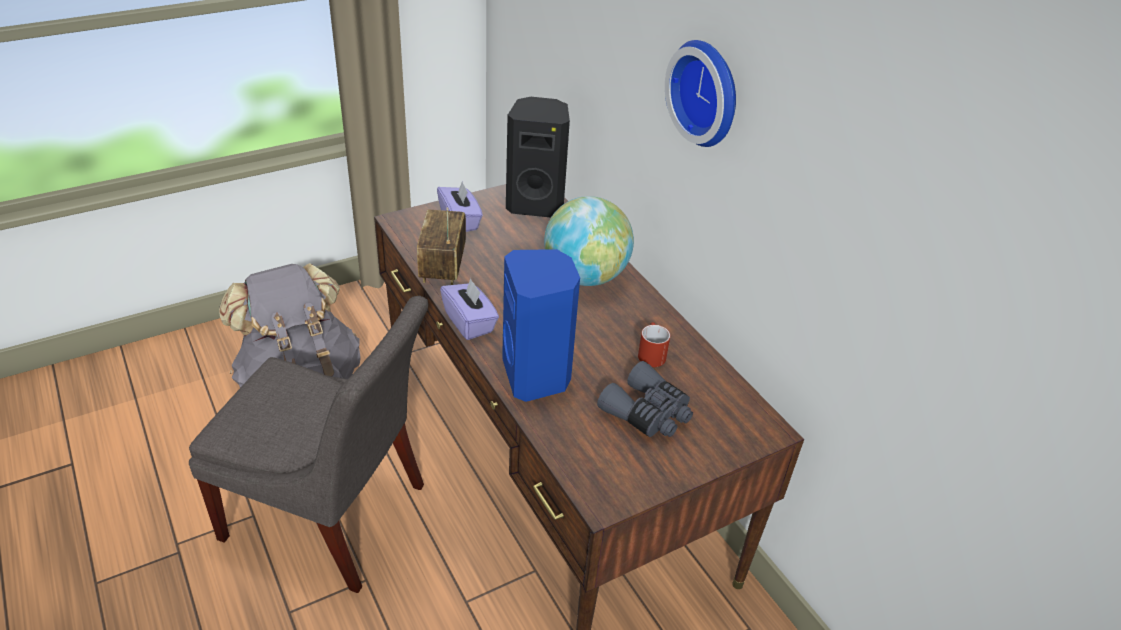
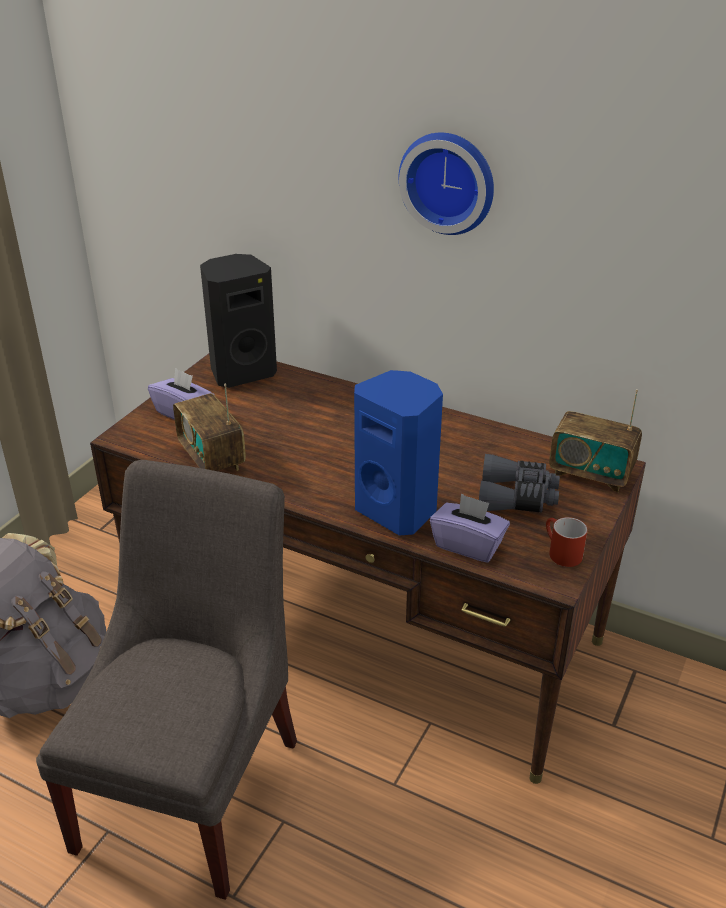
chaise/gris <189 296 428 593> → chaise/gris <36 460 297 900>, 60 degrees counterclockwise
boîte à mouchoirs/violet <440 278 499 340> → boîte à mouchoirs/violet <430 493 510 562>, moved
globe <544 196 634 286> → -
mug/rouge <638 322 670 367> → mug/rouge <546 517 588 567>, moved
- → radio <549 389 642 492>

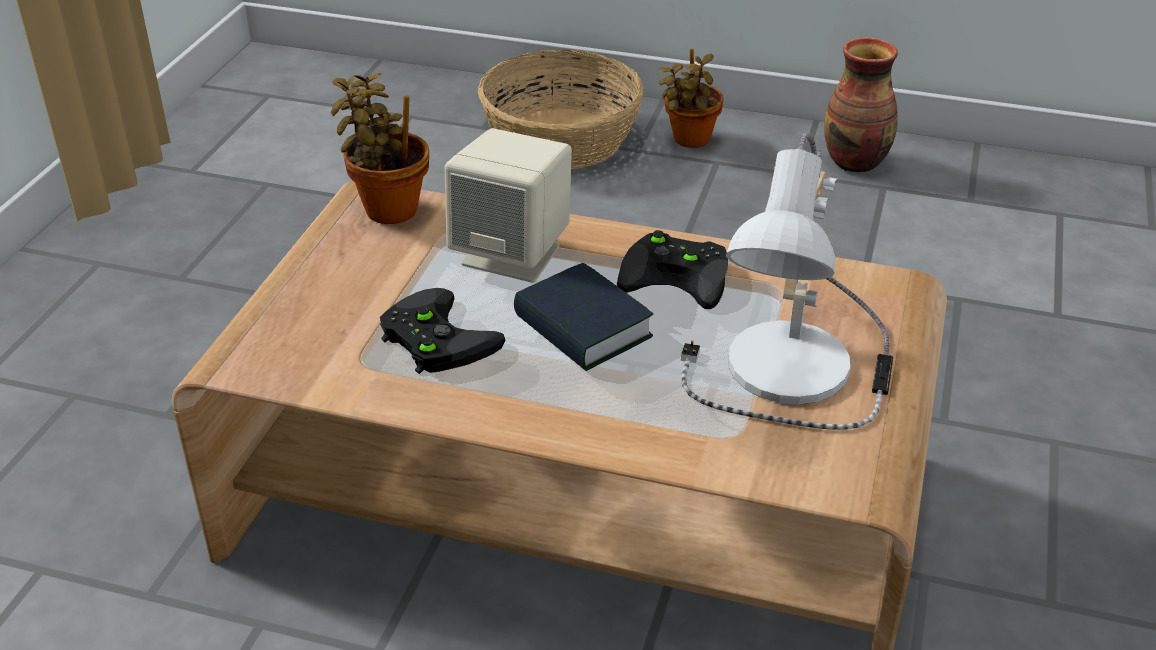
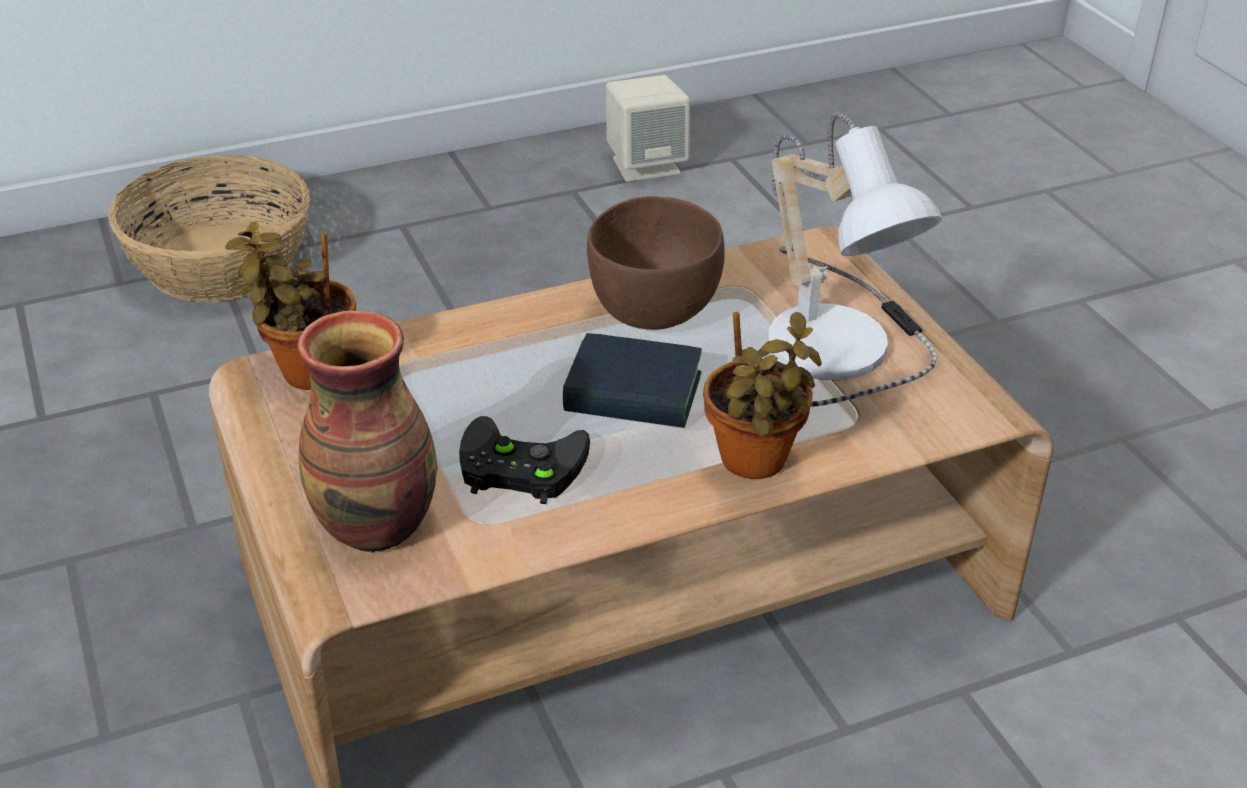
enceinte/beige <445 128 572 283> → enceinte/beige <606 75 690 182>, moved
manette/noir <617 230 728 309> → bol/marron <587 196 725 330>
plante en pot <659 48 723 148> → plante en pot <703 311 822 479>, moved
vase <824 37 898 172> → vase <298 311 437 553>, moved

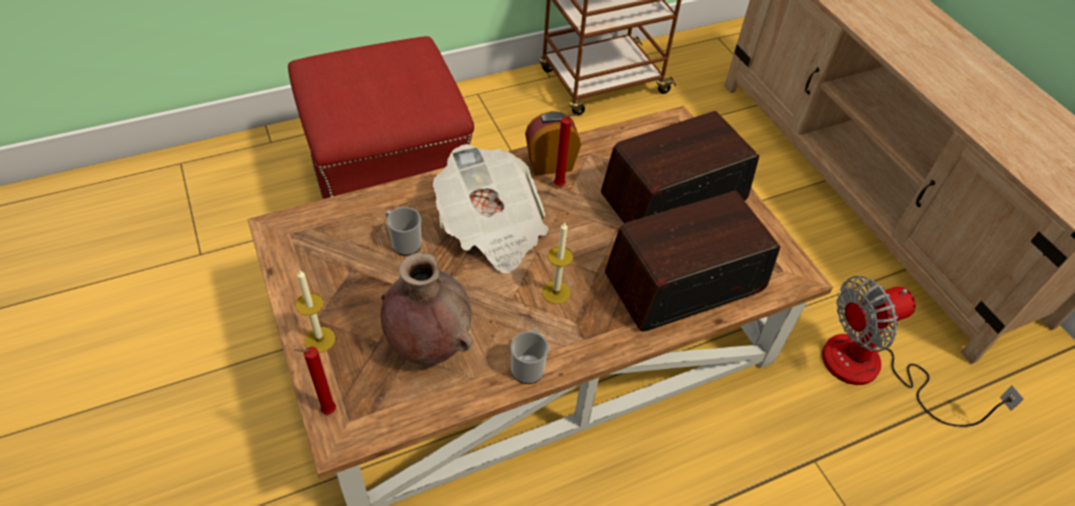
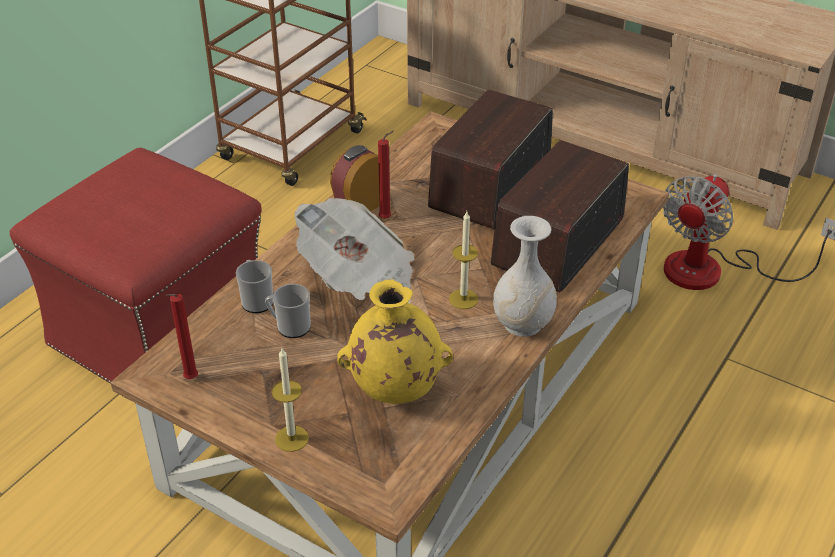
bougie/rouge <294 347 336 414> → bougie/rouge <166 294 198 379>, moved
vase/marron <381 252 473 365> → vase/jaune <337 279 453 404>
mug <511 328 549 384> → mug <236 260 273 313>, moved
- → vase/blanc <493 216 557 337>

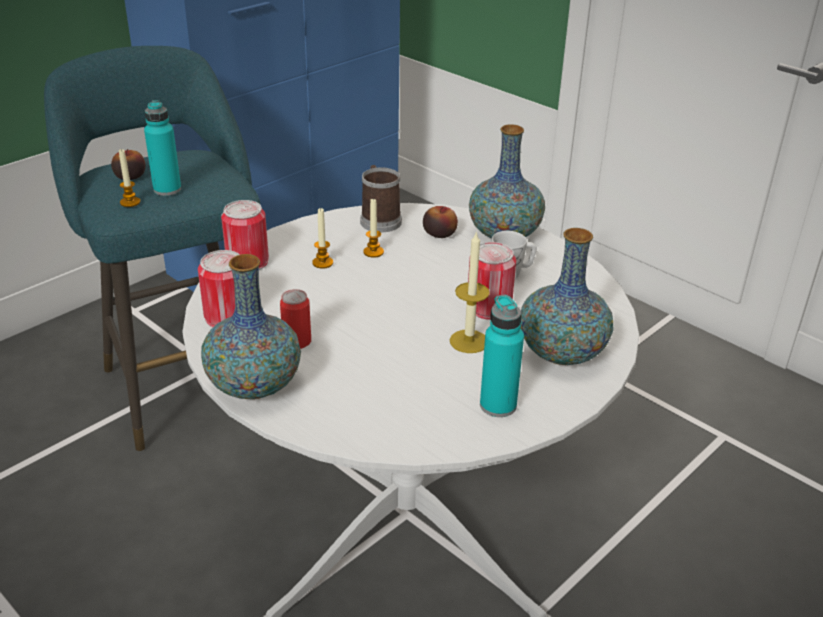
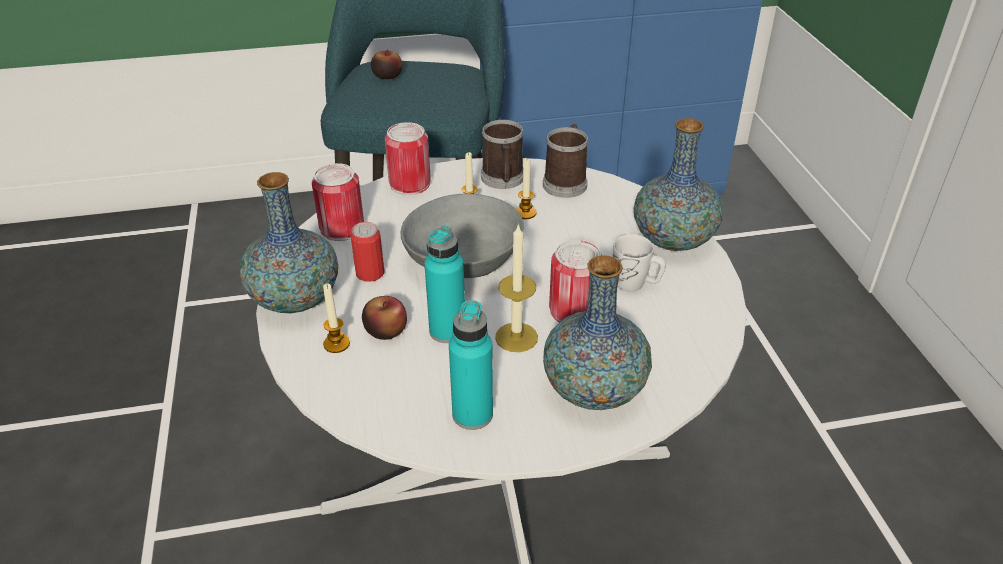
bougie <119 149 140 207> → bougie <323 283 350 353>, moved
bouteille/turquoise <144 100 181 196> → bouteille/turquoise <424 226 465 343>, moved
pomme <423 206 458 238> → pomme <362 296 407 340>, moved
- → bol/gris <400 194 524 278>
- → mug <481 120 523 189>

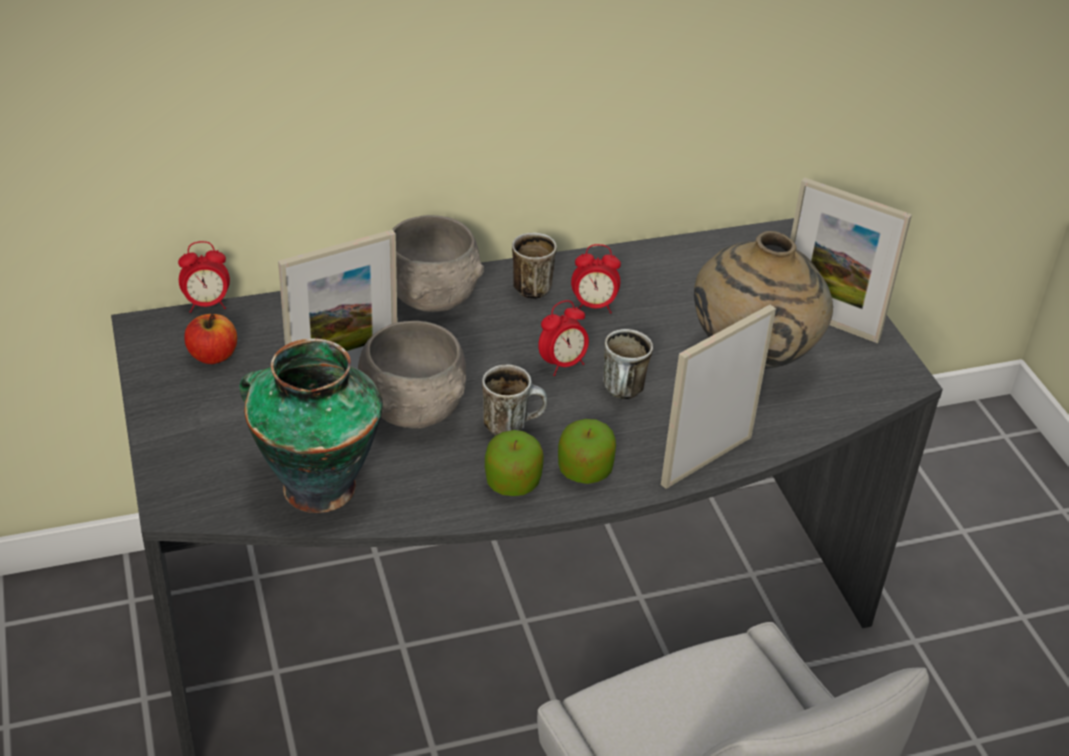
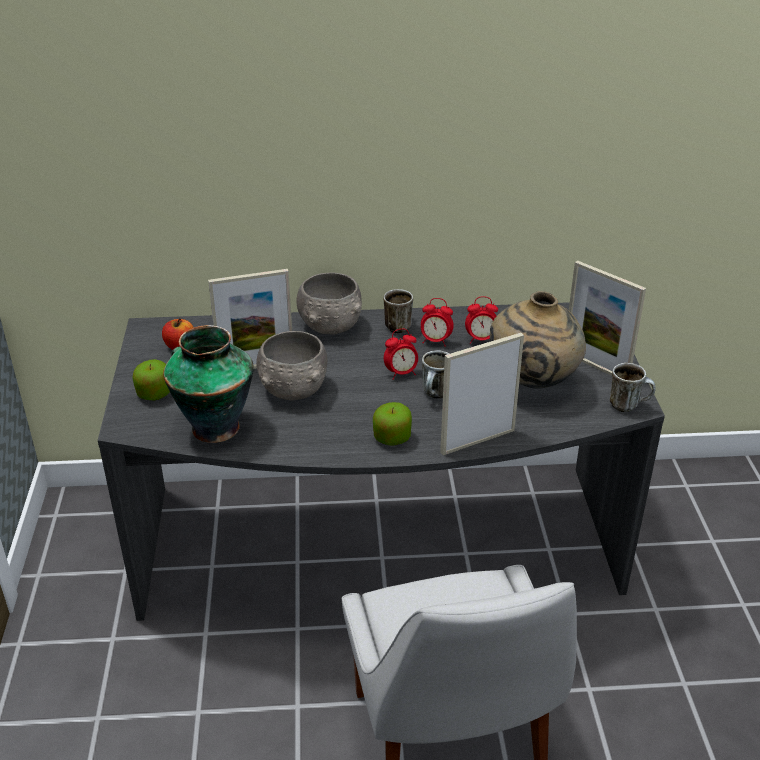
réveil <178 241 230 313> → réveil <465 296 498 344>, moved
mug <482 364 547 436> → mug <610 363 656 412>, moved
pomme <485 430 544 496> → pomme <132 359 170 400>, moved

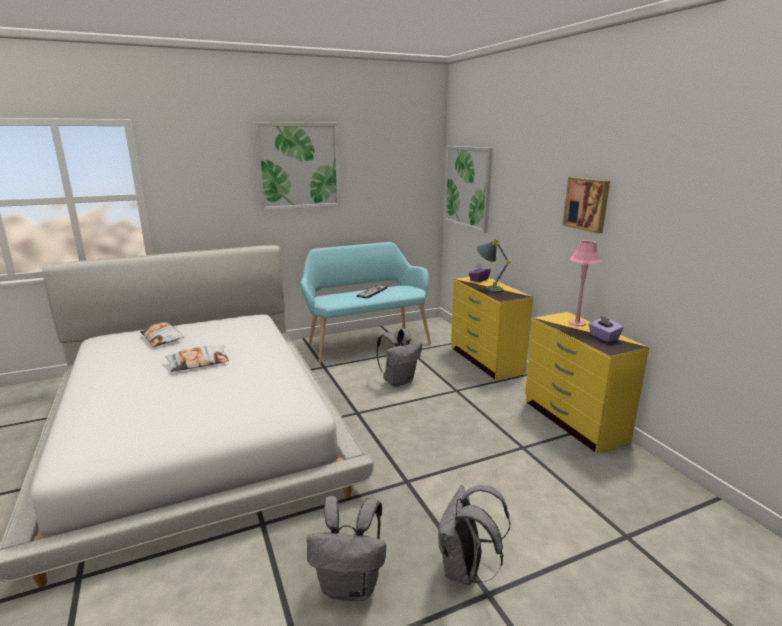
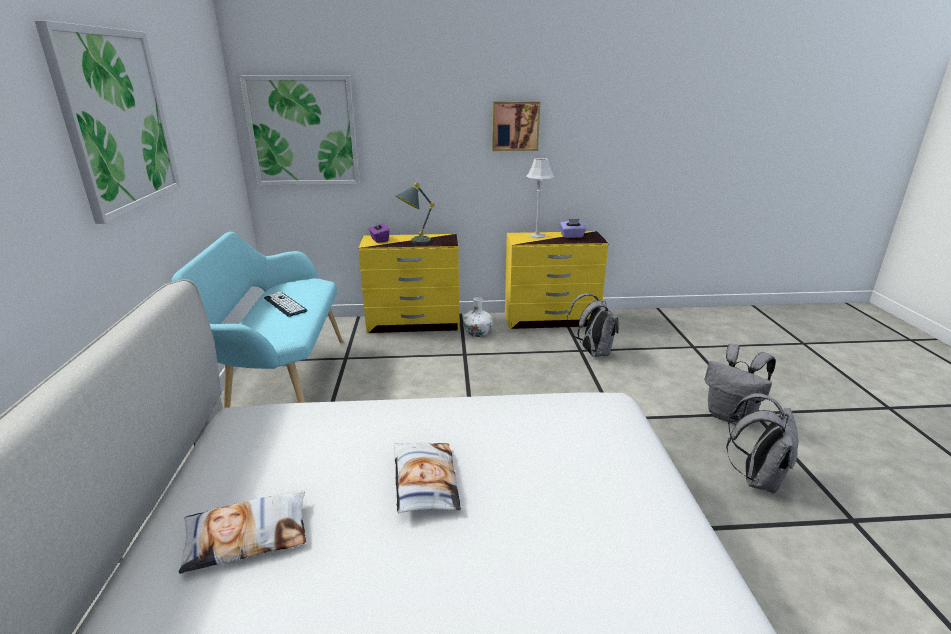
sac à dos/gris <376 329 422 387> → sac à dos/gris <567 293 619 357>, moved
lampe de table/rose <568 240 602 327> → lampe de table/gris <527 158 555 238>
- → vase/blanc <463 297 493 337>

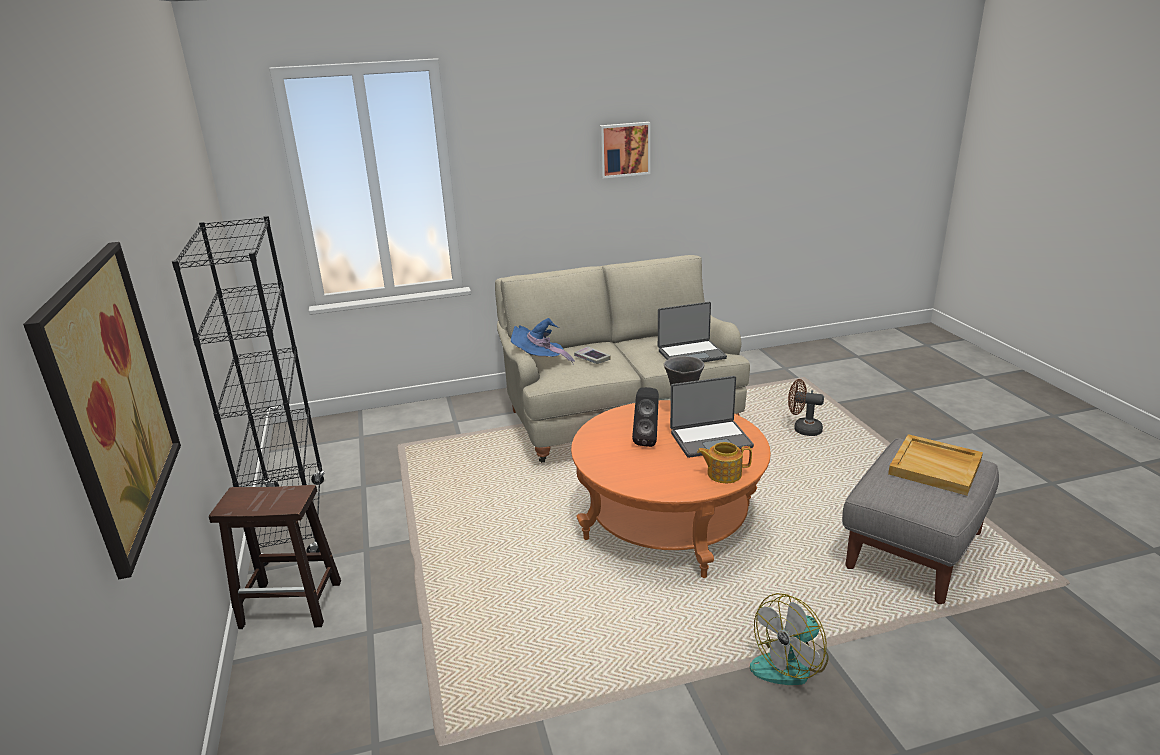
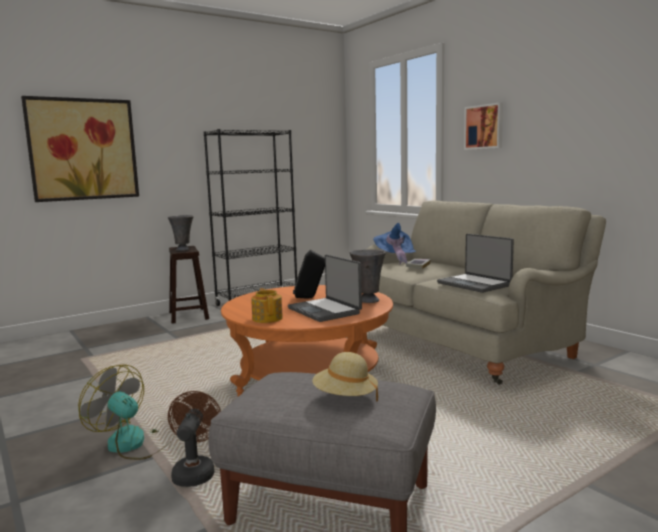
tableau <599 122 651 179> → tableau <464 102 503 150>, moved
ventilateur/marron <788 379 824 436> → ventilateur/marron <168 391 221 487>, moved
plateau/beige <888 434 983 496> → chapeau/beige <312 352 378 401>
- → vase/gris <168 215 194 251>

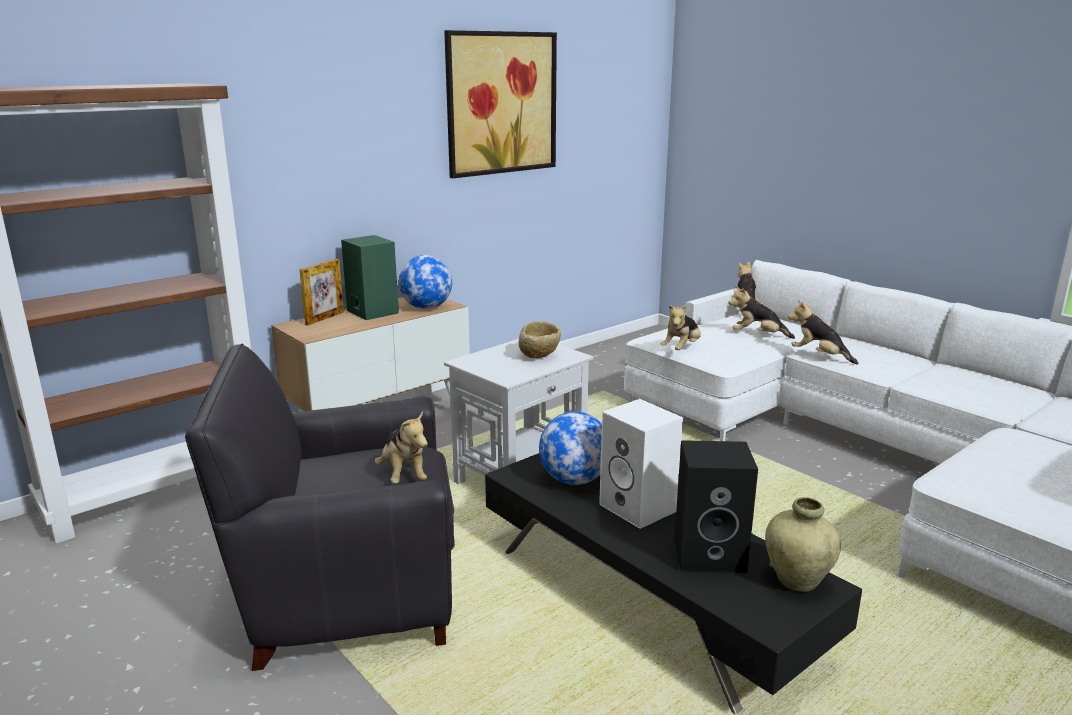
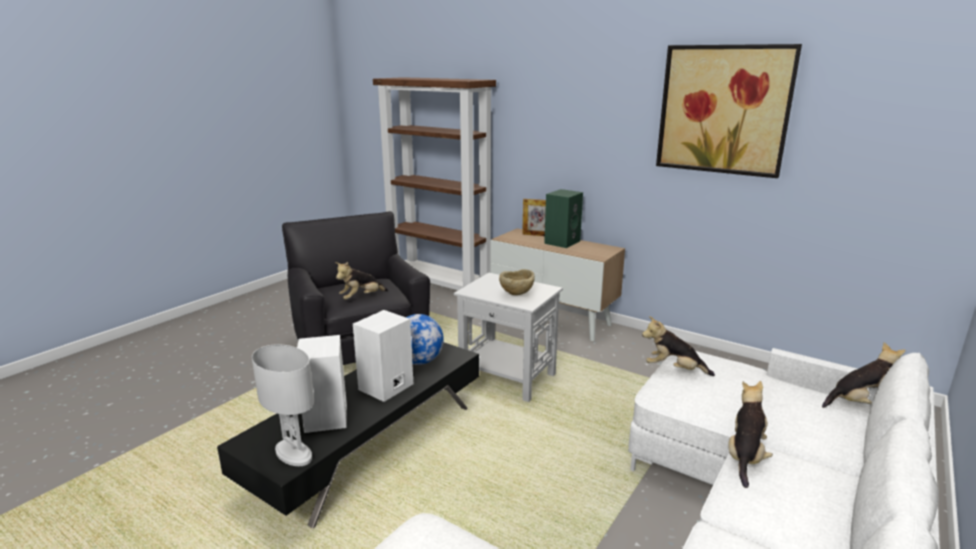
globe <399 255 452 309> → -
enceinte/noir <674 440 758 573> → enceinte/blanc <297 335 347 433>
peluche <728 286 795 339> → -
vase/beige <765 497 841 592> → lampe de table/blanc <252 344 314 466>

